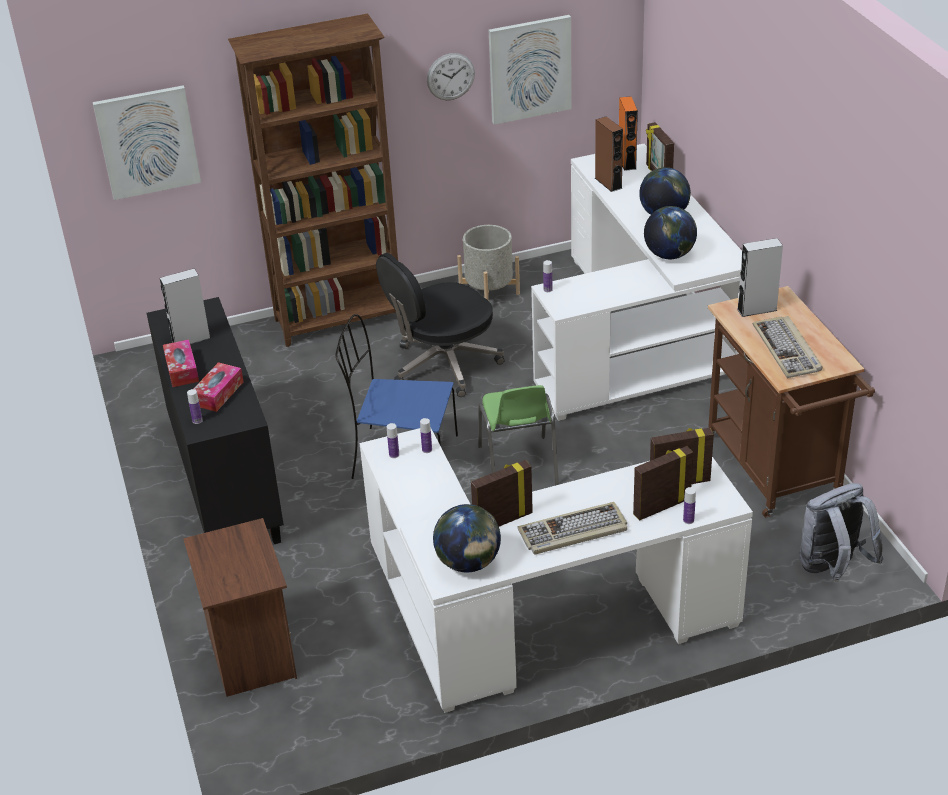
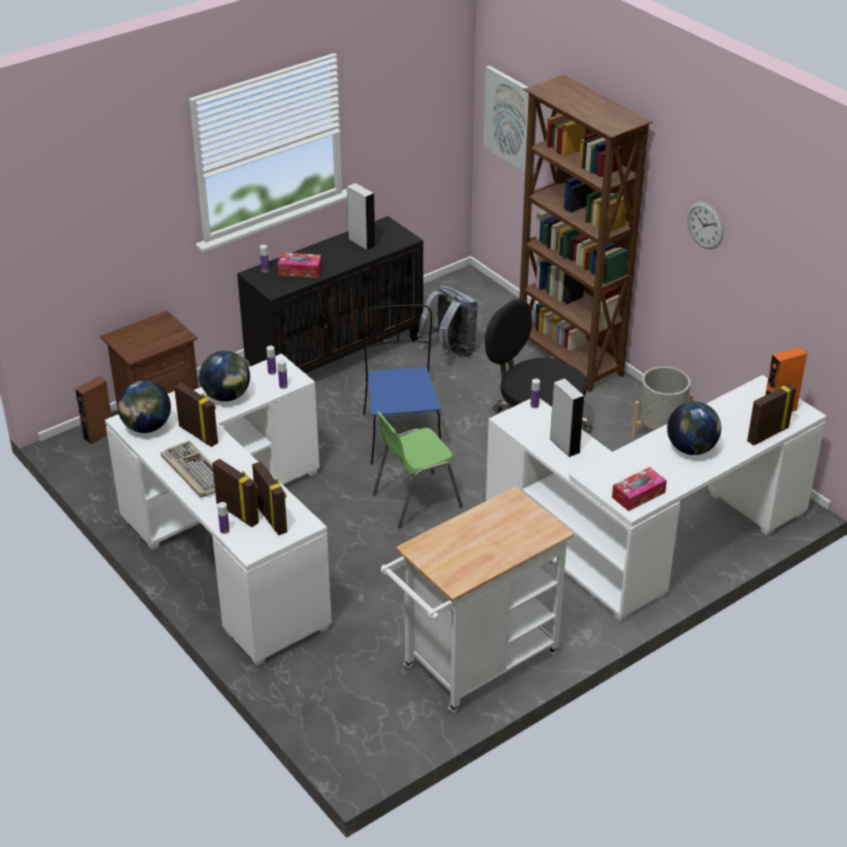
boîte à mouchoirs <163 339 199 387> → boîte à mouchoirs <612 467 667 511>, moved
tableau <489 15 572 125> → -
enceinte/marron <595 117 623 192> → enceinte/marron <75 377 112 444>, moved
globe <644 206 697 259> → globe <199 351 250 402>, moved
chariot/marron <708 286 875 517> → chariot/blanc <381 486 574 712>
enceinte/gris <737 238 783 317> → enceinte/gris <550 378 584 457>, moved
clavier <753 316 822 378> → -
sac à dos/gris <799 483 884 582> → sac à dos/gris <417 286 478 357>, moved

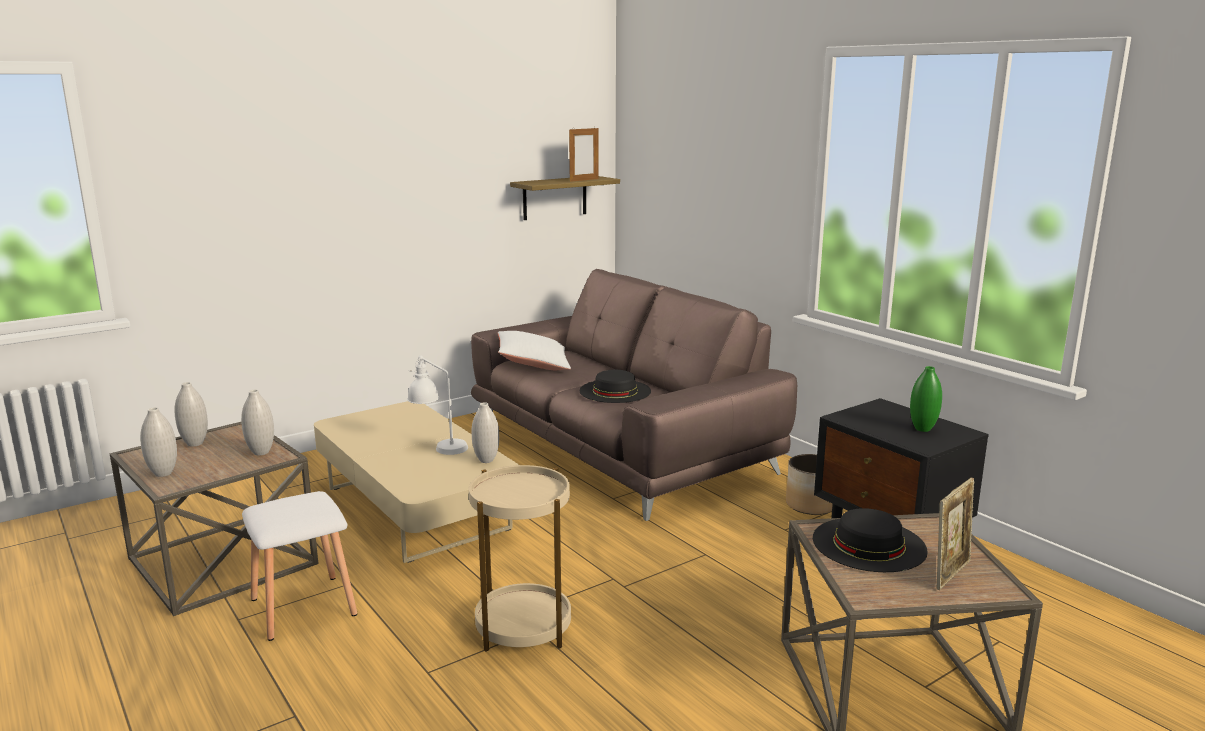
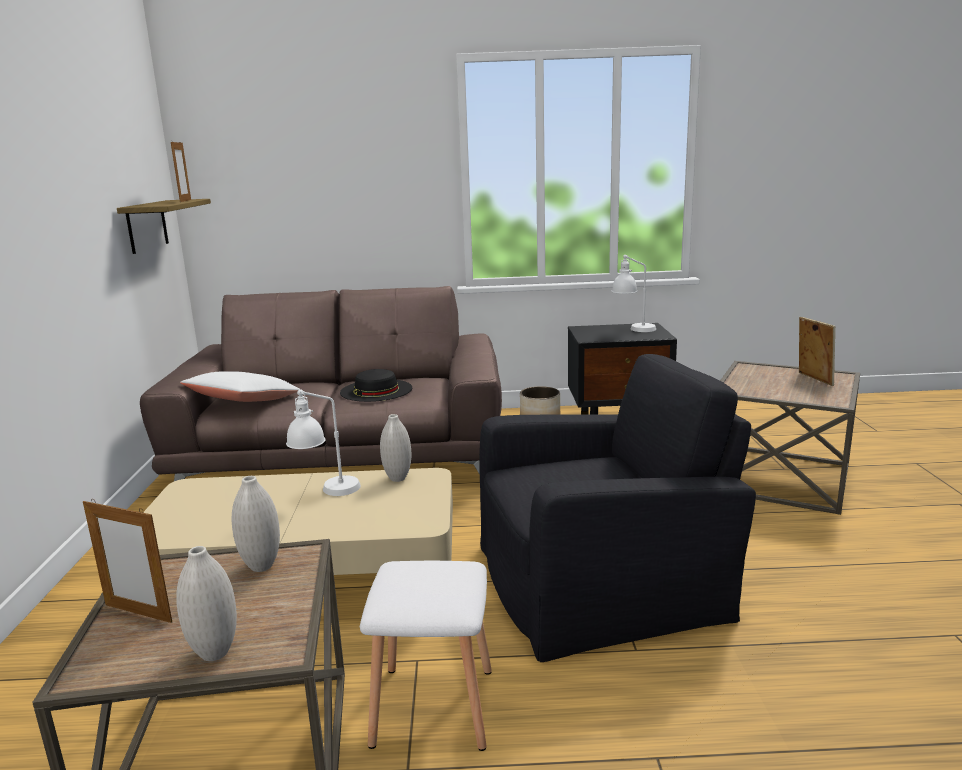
vase/blanc <174 382 208 447> → cadre photo <83 499 172 623>
table d'appoint/beige <469 465 571 652> → fauteuil/noir <479 354 756 662>
chapeau/noir <813 508 928 572> → -
vase/vert <910 366 942 432> → lampe de table/blanc <612 255 656 332>

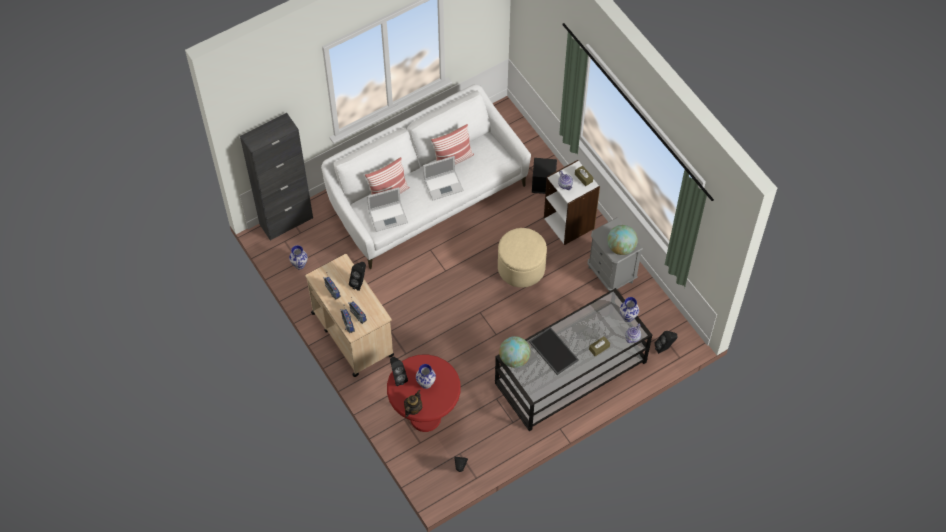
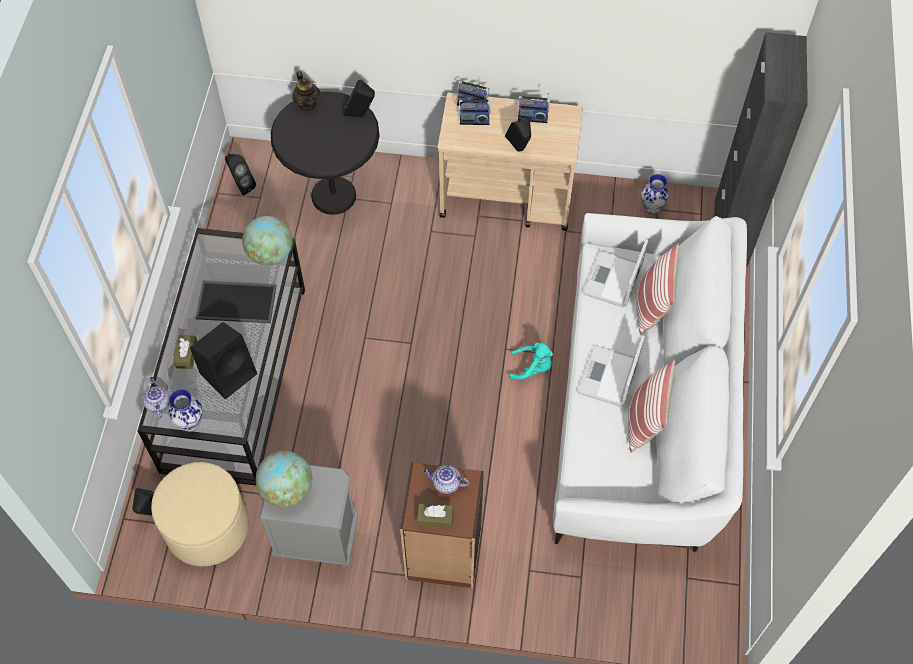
table d'appoint/rouge <387 354 461 432> → table d'appoint/noir <271 91 379 215>
vase <416 364 436 389> → -
pouf/beige <498 228 547 288> → pouf/beige <151 462 249 567>, moved
enceinte/noir <532 158 557 194> → enceinte/noir <190 322 257 399>, moved
bibliothèque/blanc <544 160 600 245> → bibliothèque/marron <400 462 484 588>
- → peluche/turquoise <509 343 553 380>

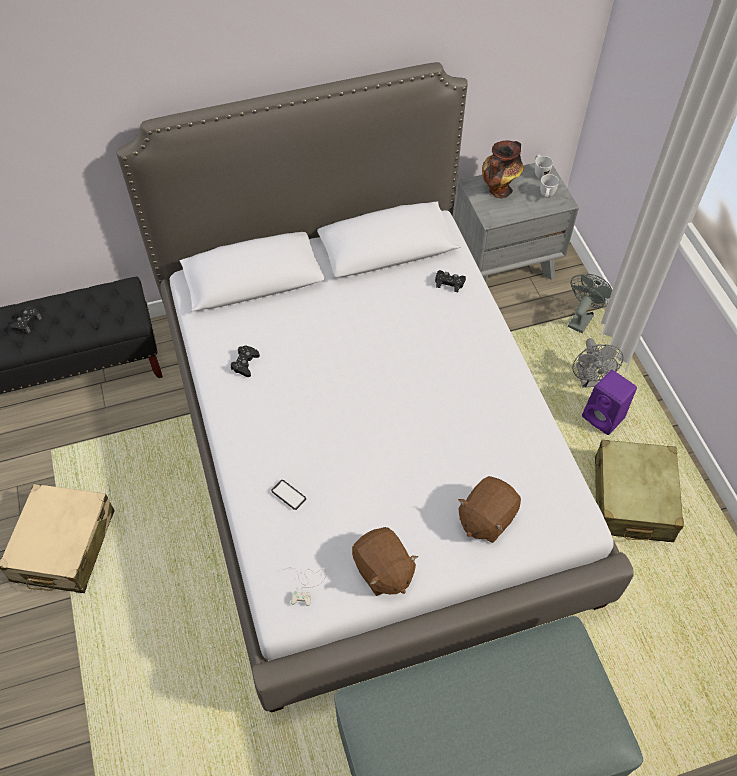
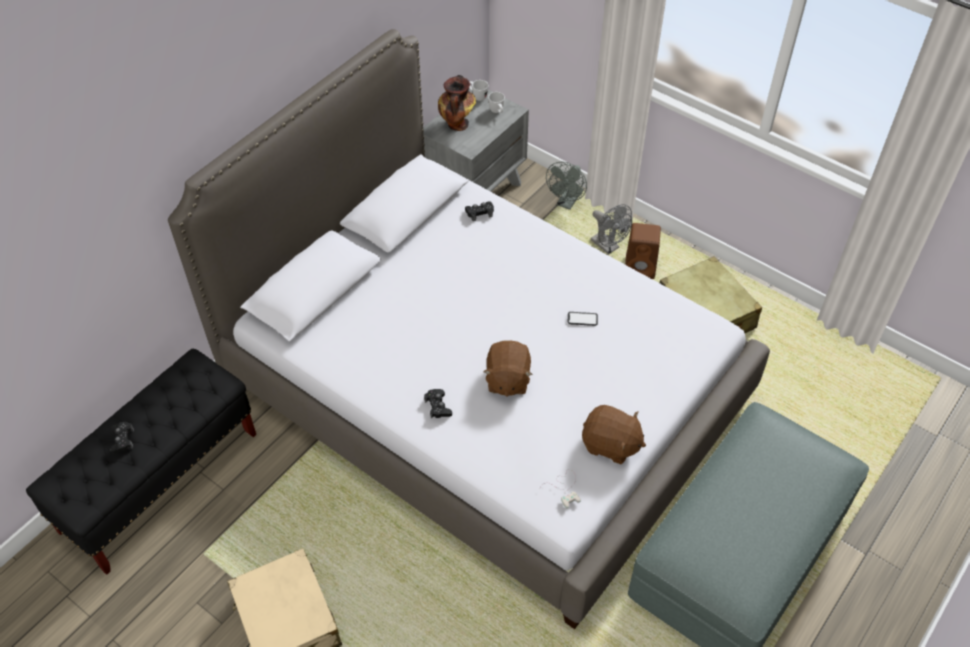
manette/noir <231 346 260 377> → manette/noir <424 389 452 419>, moved
téléphone <271 480 306 510> → téléphone <568 312 598 326>, moved
peluche/marron <458 476 521 543> → peluche/marron <483 340 532 397>, moved
ventilateur/gris <568 274 612 333> → ventilateur/gris <546 161 587 210>, 150 degrees counterclockwise
enceinte/violet <582 370 637 435> → enceinte/marron <625 223 661 279>

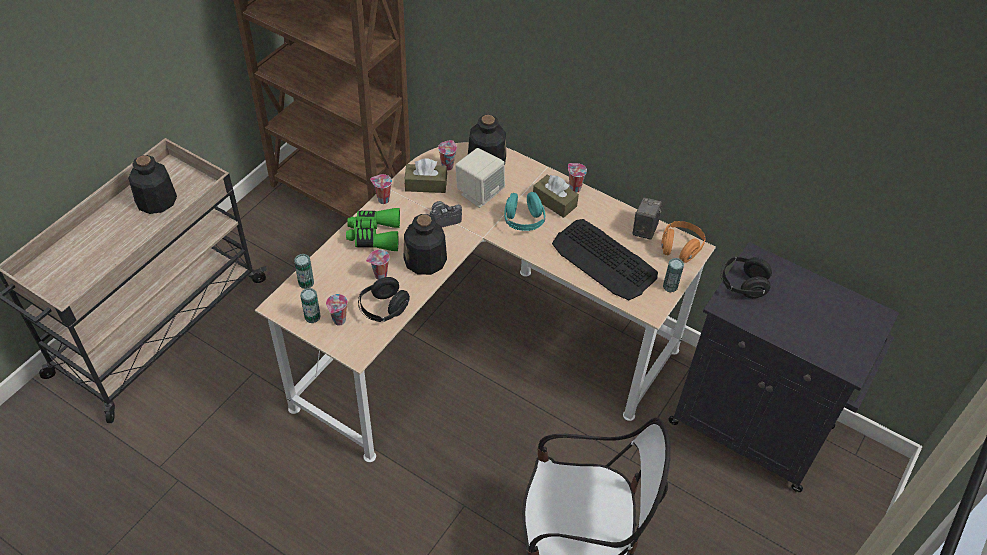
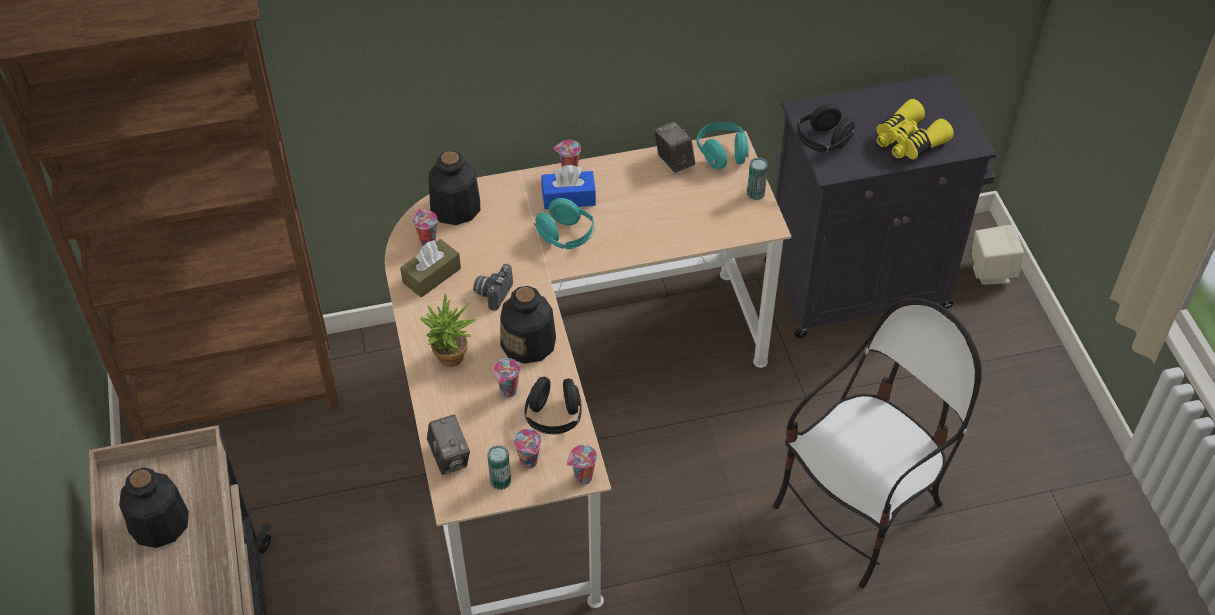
boîte métallique <294 254 314 289> → appareil photo <427 415 470 475>
jumelles/vert <346 208 400 251> → plante en pot <420 293 476 367>
tasse <370 174 392 204> → tasse <567 445 597 485>, moved
enceinte/beige <455 148 505 208> → enceinte/beige <971 225 1024 285>, moved
boîte à mouchoirs/marron <533 175 579 218> → boîte à mouchoirs/bleu <541 165 596 209>
clavier <552 219 658 300> → -
casque audio/orange <661 221 706 263> → casque audio/turquoise <696 122 749 170>
- → jumelles/jaune <876 99 954 160>

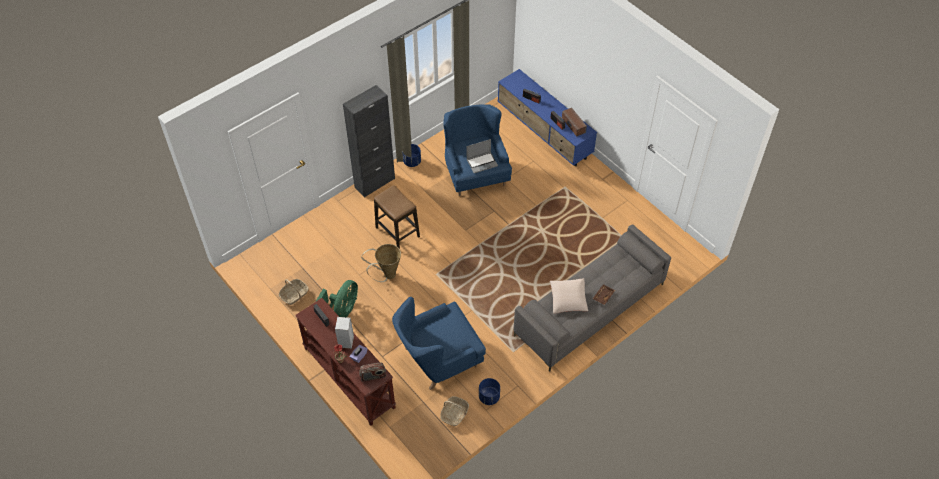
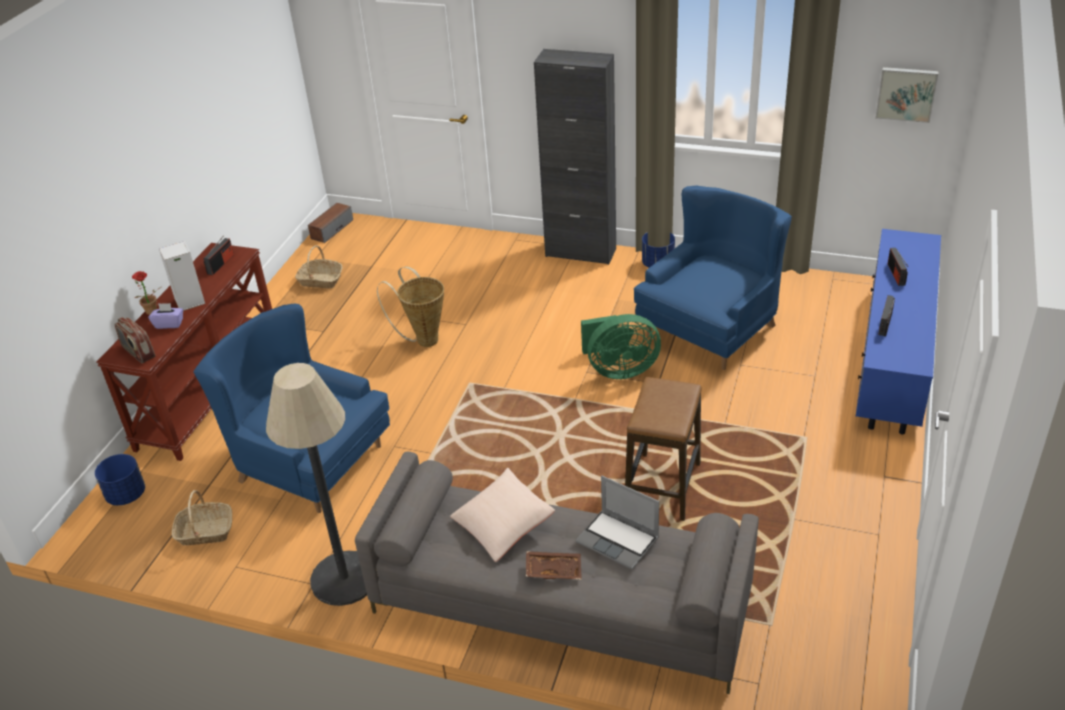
ventilateur/vert <315 280 358 317> → ventilateur/vert <581 314 661 379>, moved
tabouret <374 185 420 249> → tabouret <625 377 702 521>, moved
ordinateur portable <466 139 498 173> → ordinateur portable <576 475 659 570>, moved
cache-pot/bleu <479 378 500 405> → cache-pot/bleu <95 454 145 505>, moved
enceinte <562 107 587 136> → enceinte <308 203 353 243>, moved
- → lampadaire <266 363 367 606>
- → tableau <875 67 939 123>

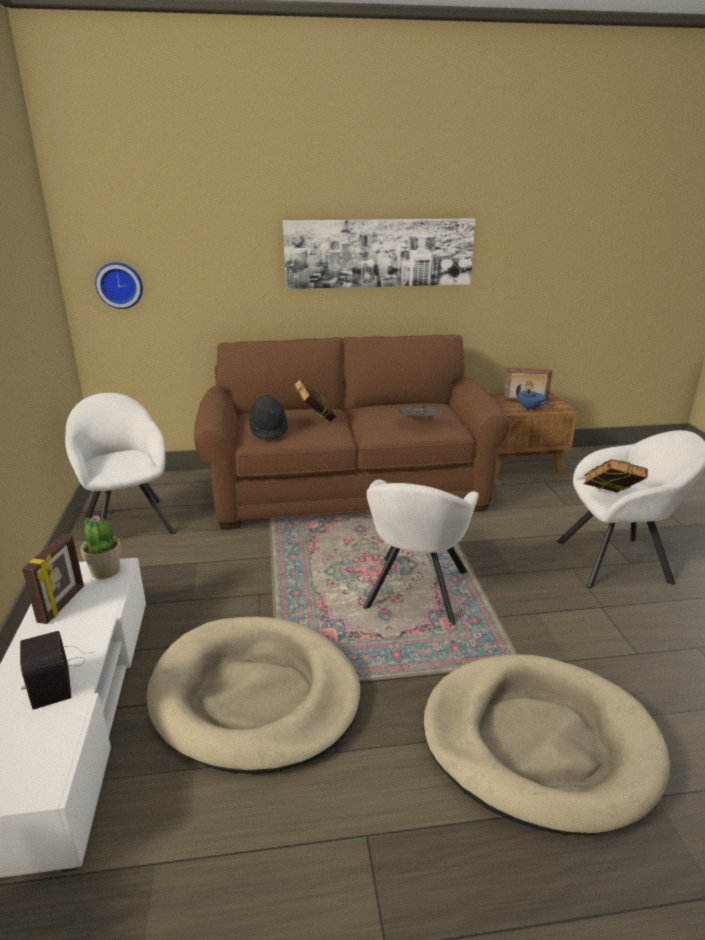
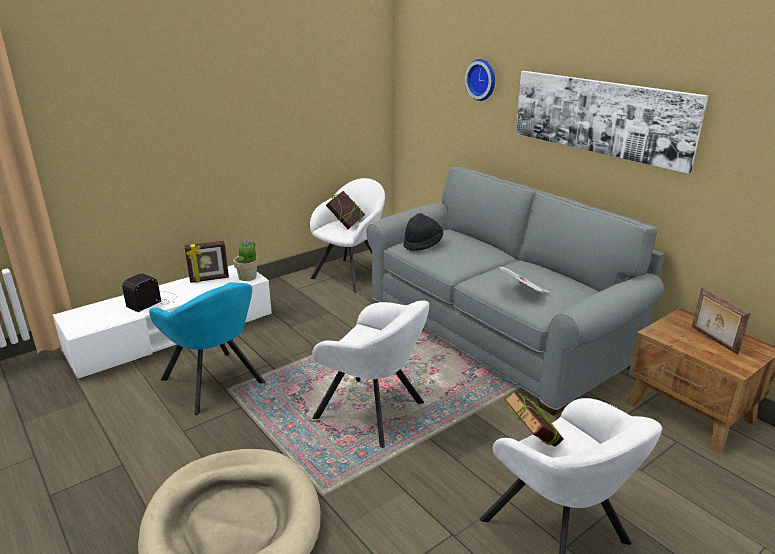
horloge murale <95 262 143 309> → horloge murale <465 59 495 101>, moved
panier pour chien/beige <147 617 361 774> → fauteuil/turquoise <149 282 265 415>
canapé/marron <194 335 511 529> → canapé/gris <367 167 664 416>
livre <294 379 336 422> → livre <326 191 365 230>, moved
fauteuil/blanc <363 480 479 625> → fauteuil/blanc <312 300 429 448>, 135 degrees counterclockwise
théière/bleu <516 384 550 411> → -

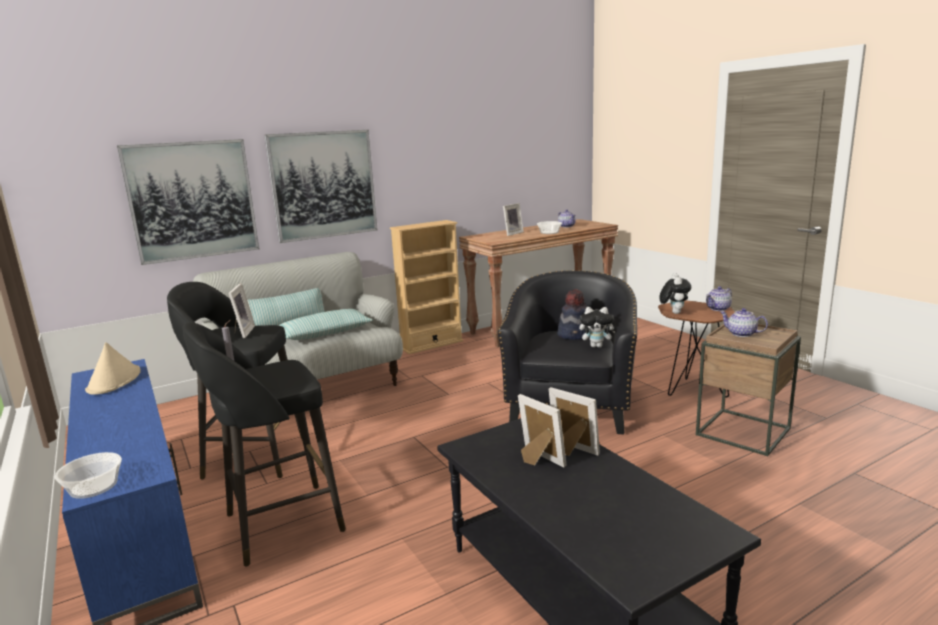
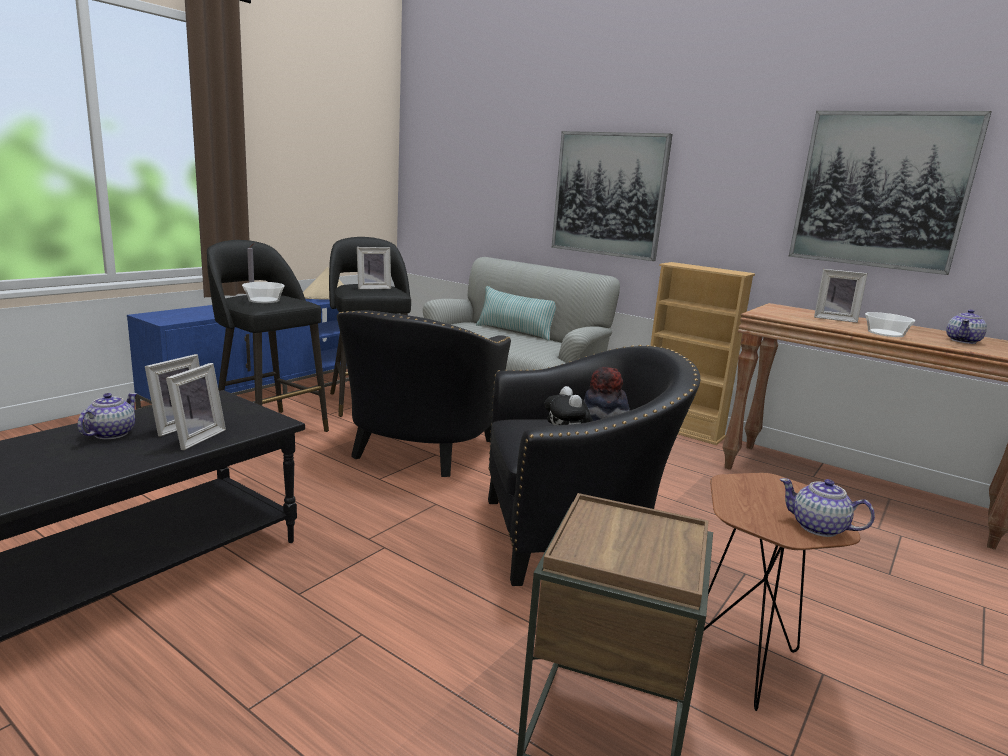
bol <55 452 122 499> → bol <242 282 285 303>, moved
tableau <117 139 259 265> → tableau <789 111 991 275>, moved
coussin <278 309 373 340> → -
peluche <659 274 691 314> → -
théière <720 308 768 337> → théière <78 393 137 439>, moved
- → fauteuil/noir <337 311 511 477>

